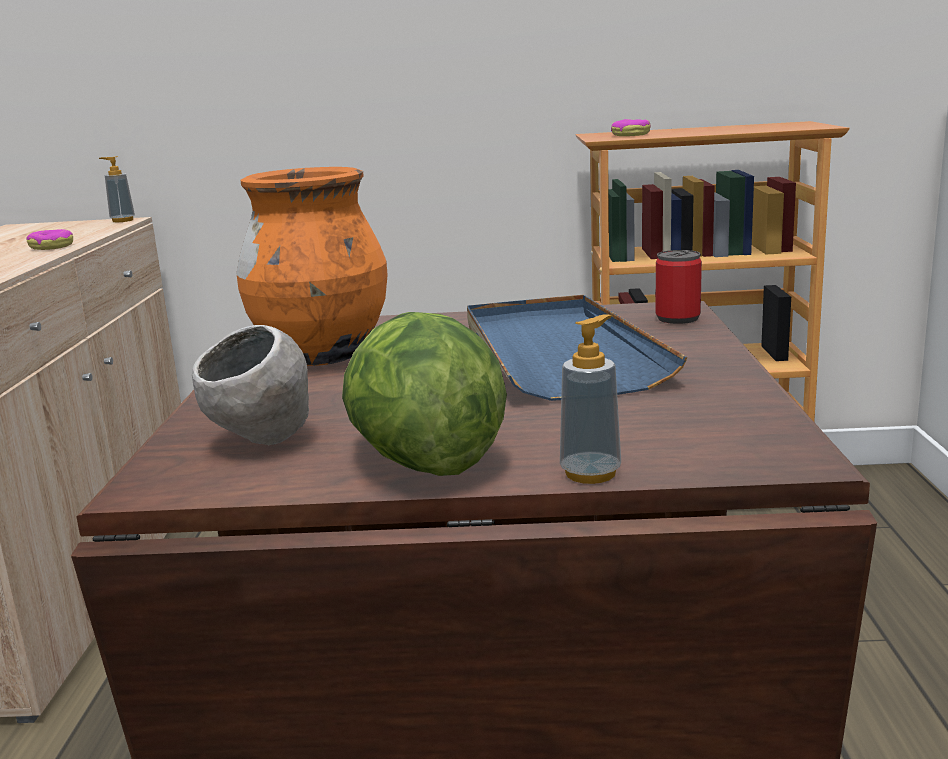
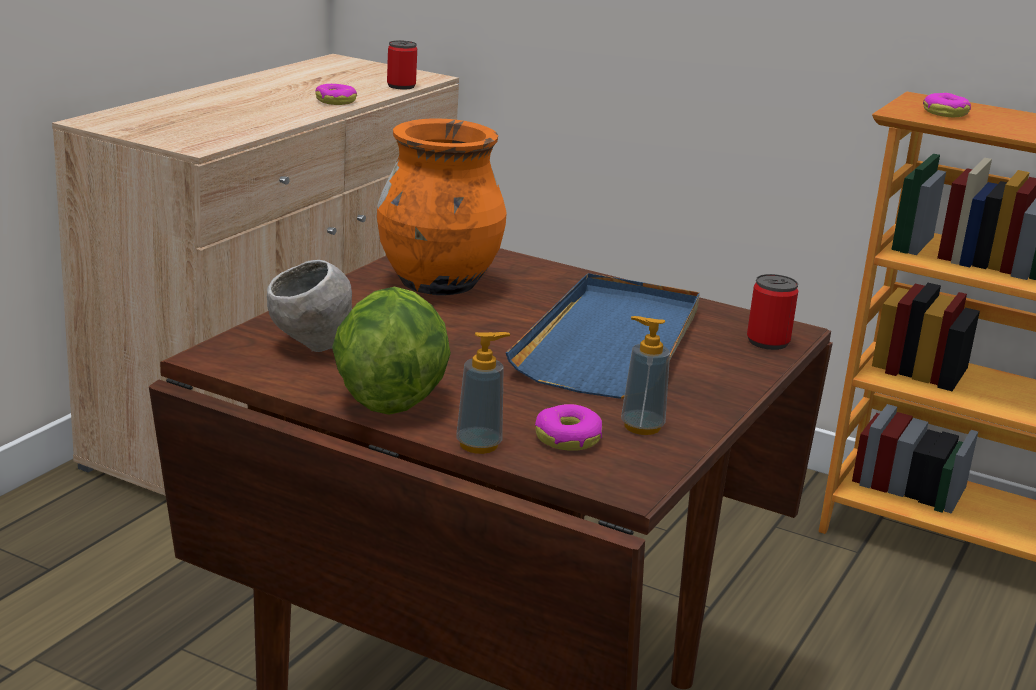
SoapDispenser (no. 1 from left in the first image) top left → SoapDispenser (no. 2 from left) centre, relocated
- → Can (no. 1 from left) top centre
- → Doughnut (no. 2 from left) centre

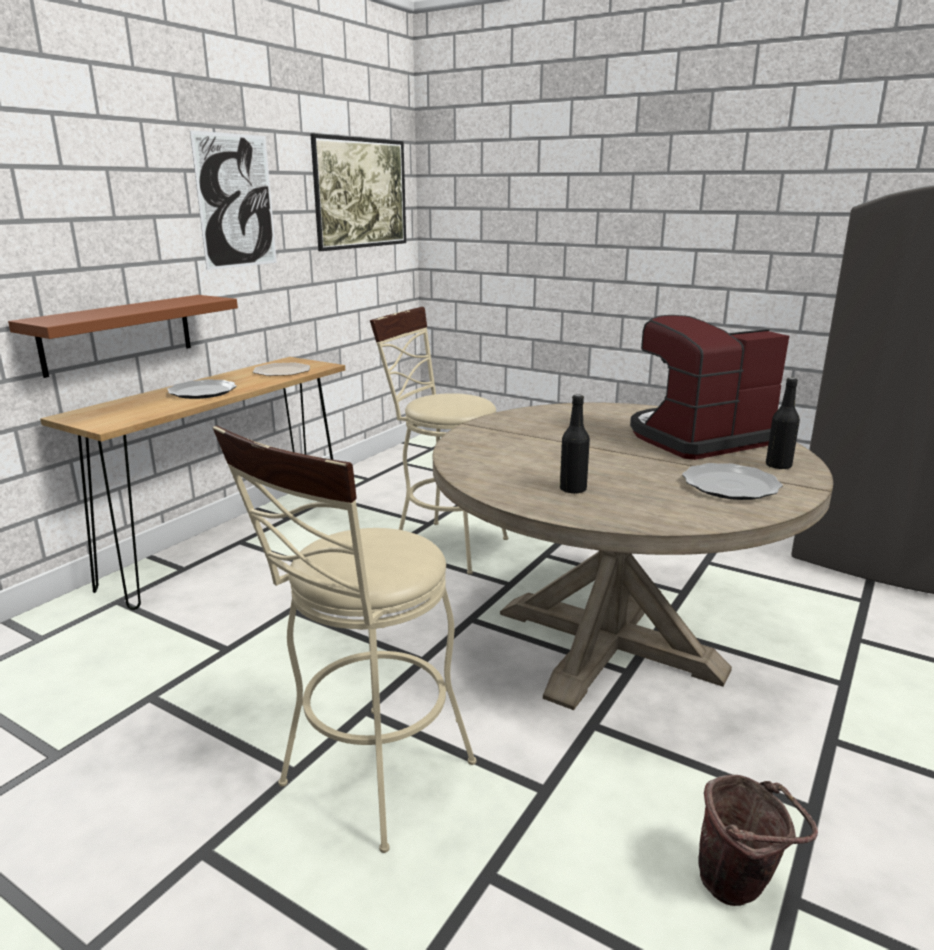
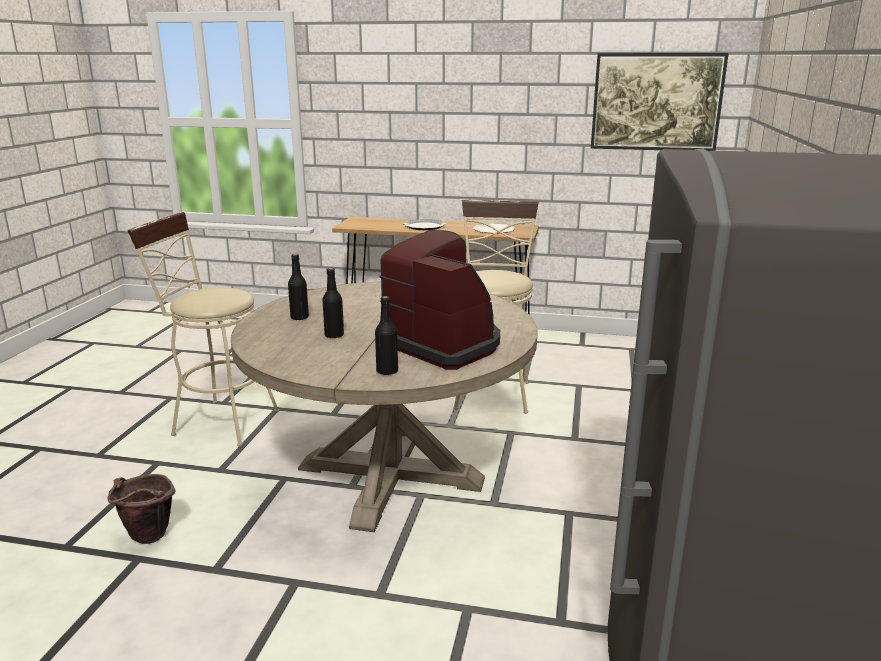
Picture (no. 1 from left) top left → -
BrownColouredShelf middle left → -
FlatDish (no. 3 from left) middle right → -
- → BlackColouredBeverageBottle (no. 2 from left) centre

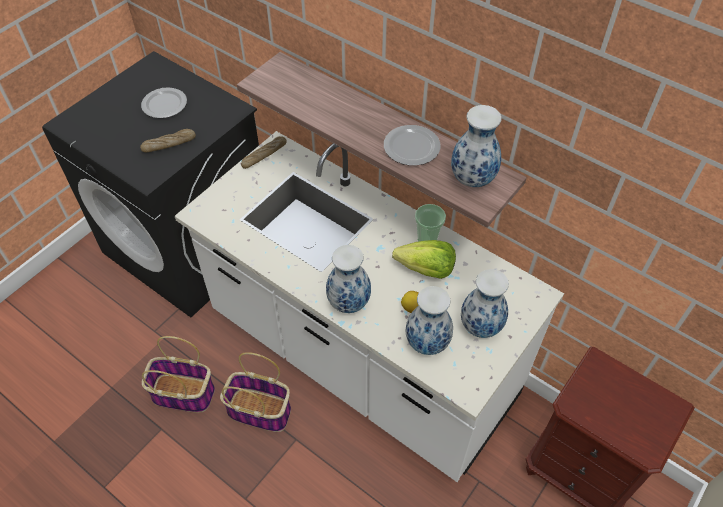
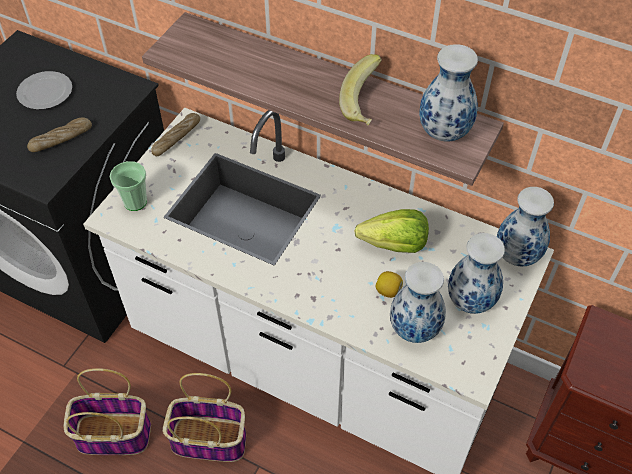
FlatDish (no. 2 from left) top centre → BananaFruit top centre
Cup centre → Cup middle left, relocated
FlowerVase (no. 1 from left in the first image) centre → FlowerVase (no. 4 from left) middle right, relocated

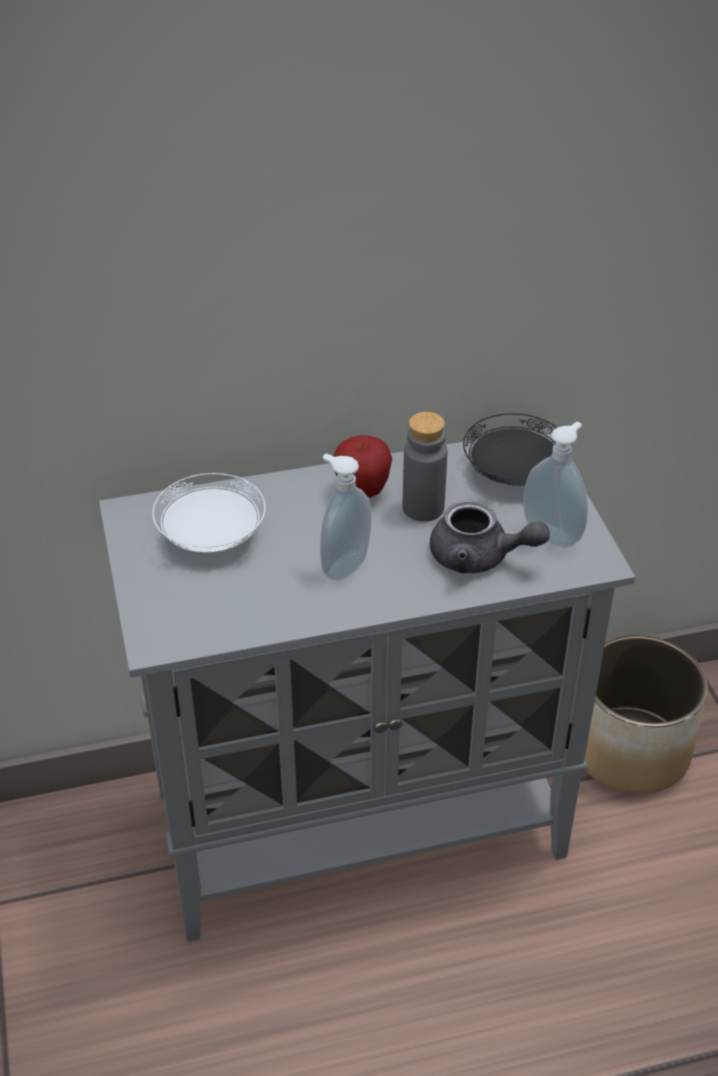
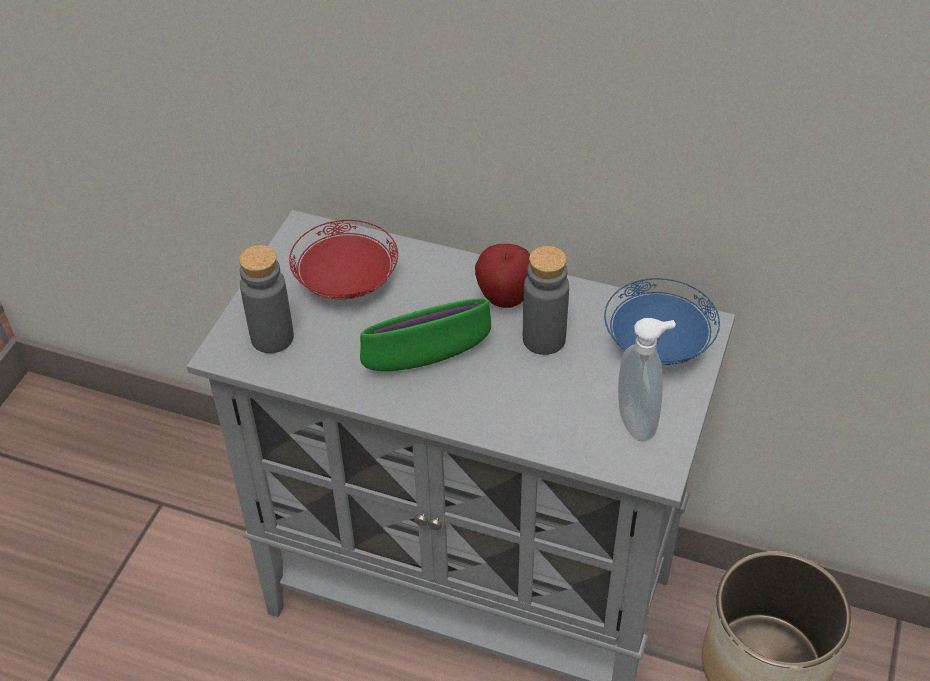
BlackColouredFlatDish middle right → BluishFlatDish middle right
SoapDispenser (no. 1 from left) centre → GreenColouredServingBowl centre
WhitishFlatDish middle left → RedFlatDish centre
GreyTeapot middle right → -
- → GreyBeverageBottle (no. 1 from left) middle left

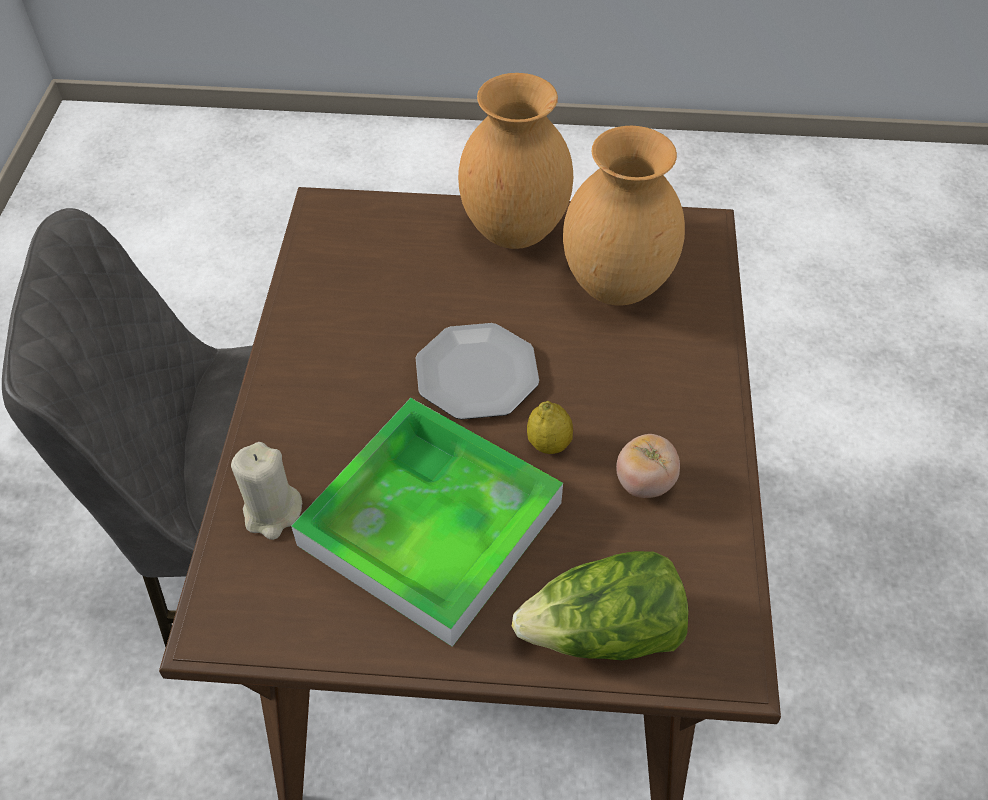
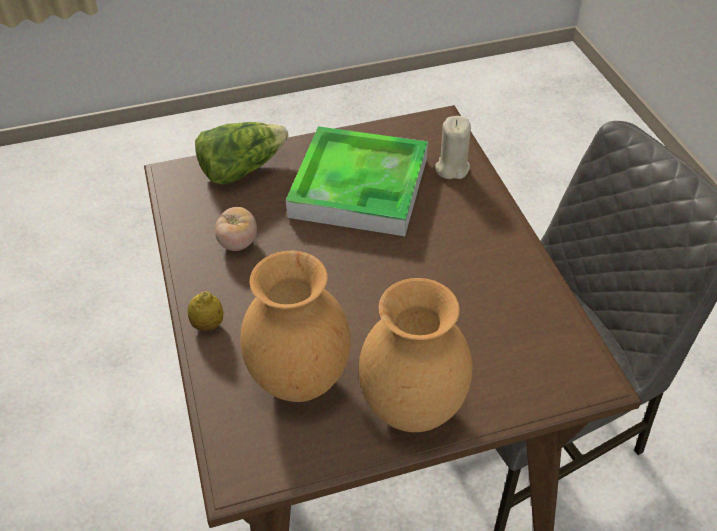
FlatDish centre → -
Lemon centre → Lemon middle left, relocated

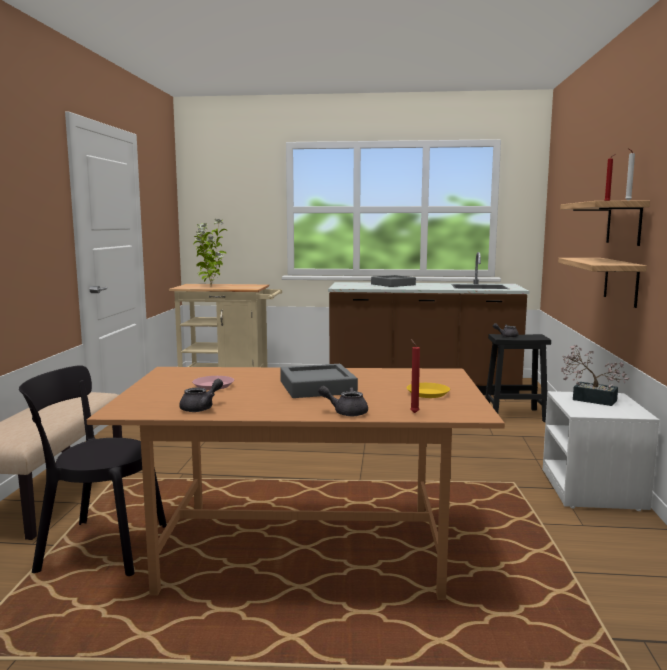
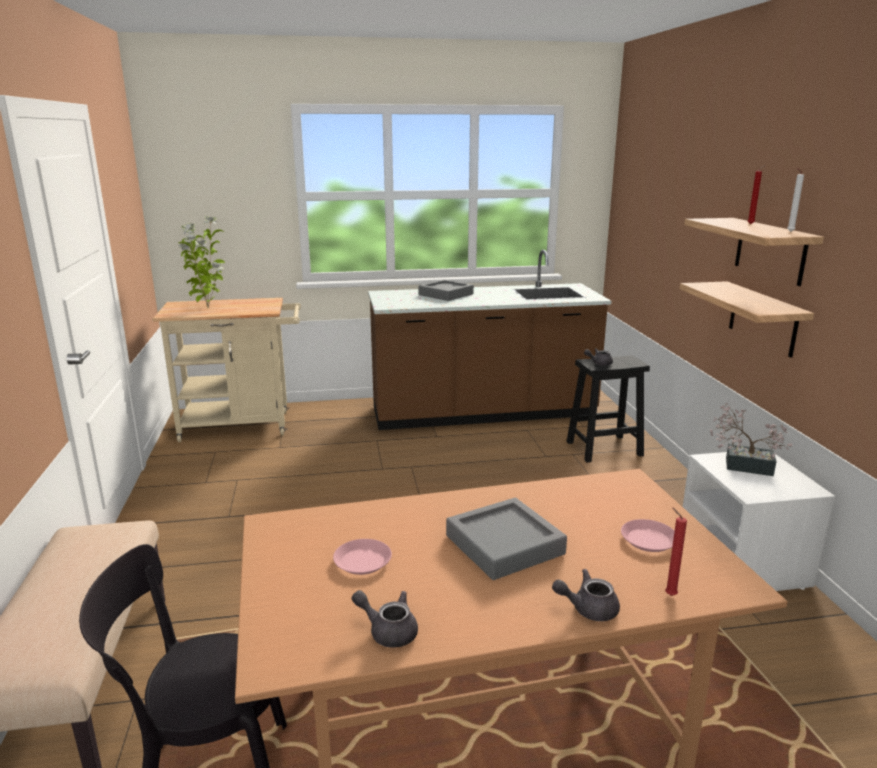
GreyTeapot (no. 1 from left) middle left → GreyTeapot (no. 1 from left) bottom centre, 90 degrees counterclockwise
YellowColouredFlatDish centre → PinkColouredFlatDish (no. 2 from left) bottom right

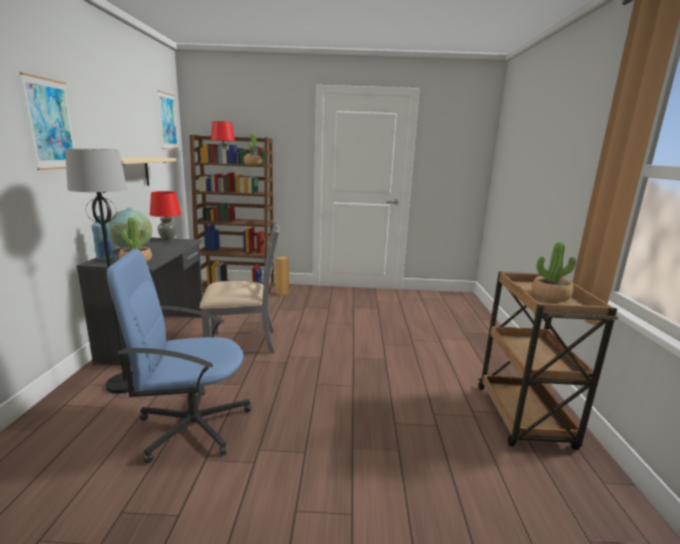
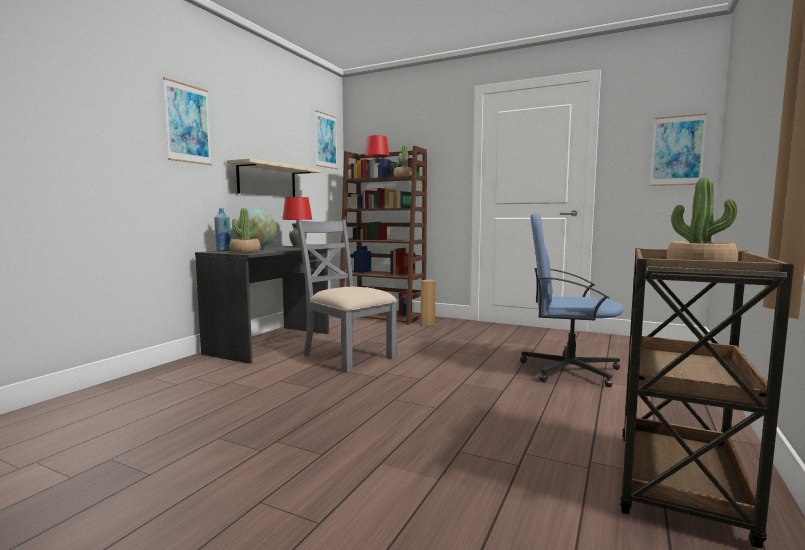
BlackColouredFloorLamp middle left → -
GreyChair centre, 150 degrees counterclockwise
BluishComputerChair middle left → BluishComputerChair middle right, relocated
- → Picture (no. 3 from left) top right

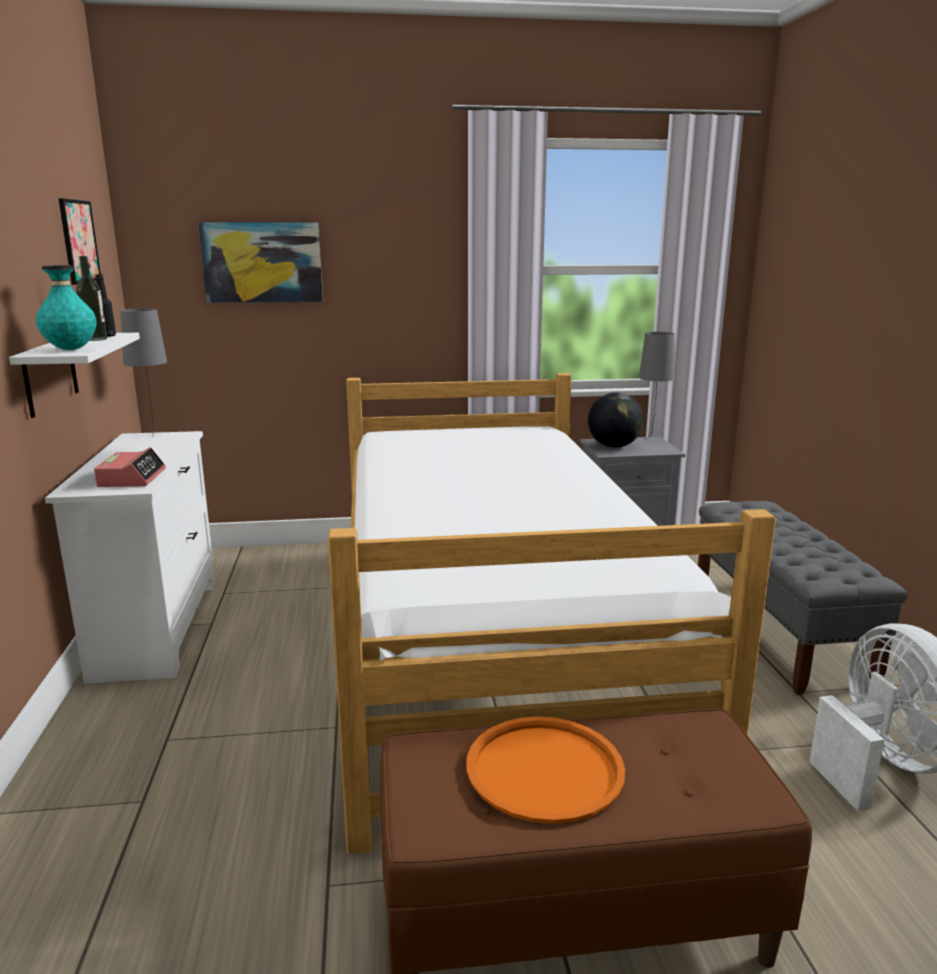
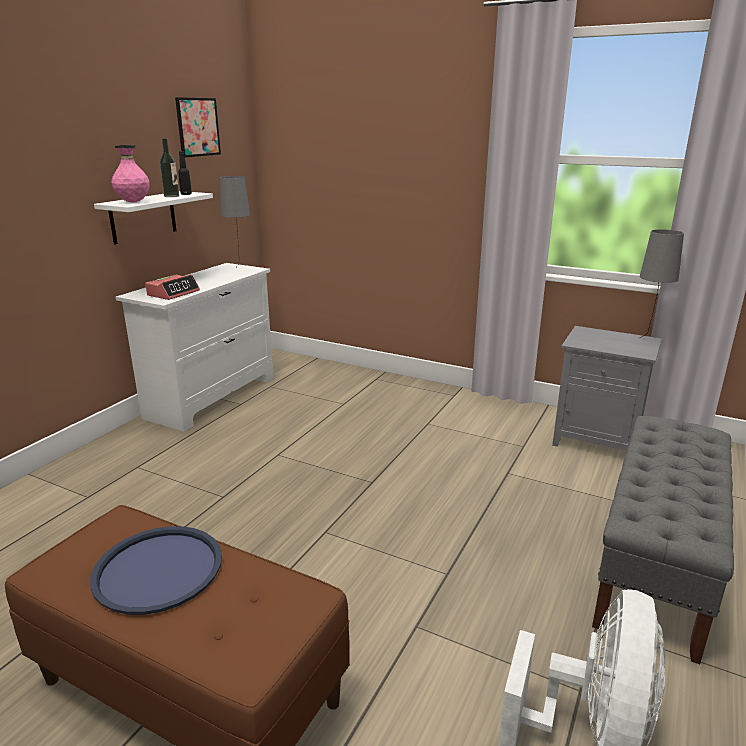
Picture (no. 2 from left) top left → -
TurquoiseColouredFlowerVase top left → PinkColouredFlowerVase top left
Bed centre → -
Globe centre → -
OrangeColouredCarryingTray bottom centre → BluishCarryingTray bottom left

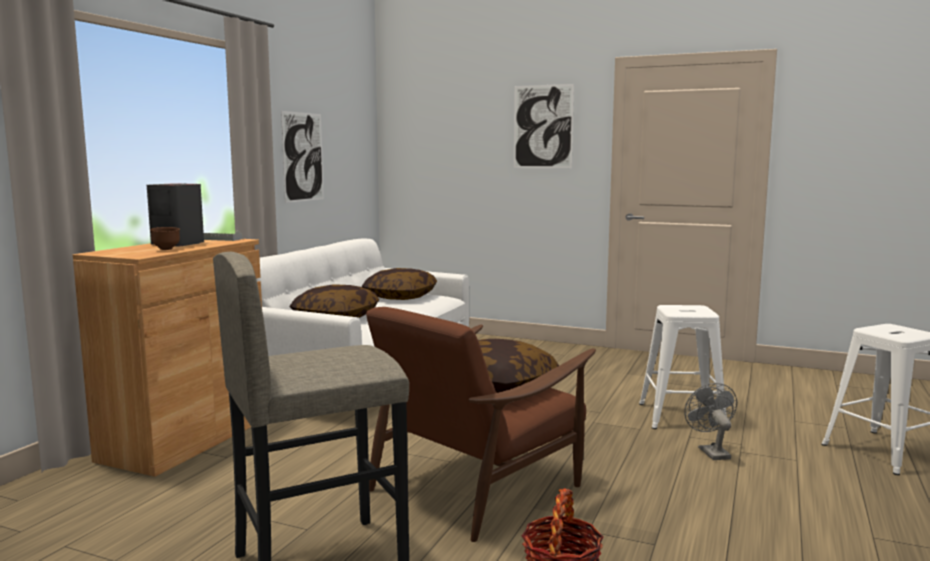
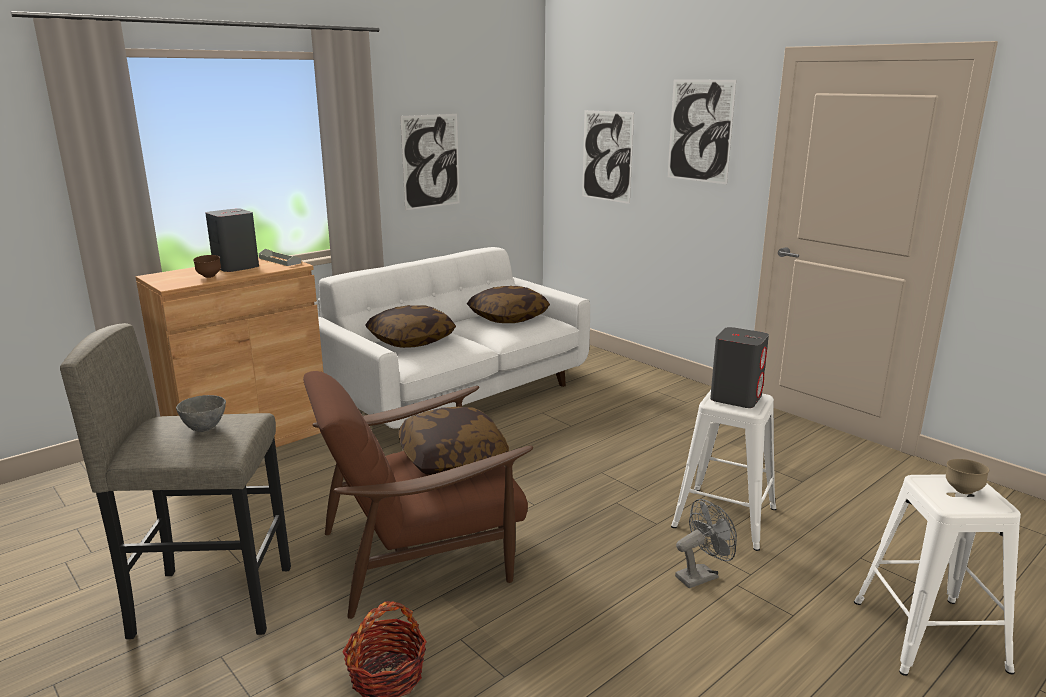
GreyFan bottom right, 45 degrees clockwise
- → Picture (no. 2 from left) top centre
- → GreyAudioSpeaker (no. 2 from left) middle right
- → GreyServingBowl middle left
- → BrownColouredServingBowl (no. 2 from left) bottom right

